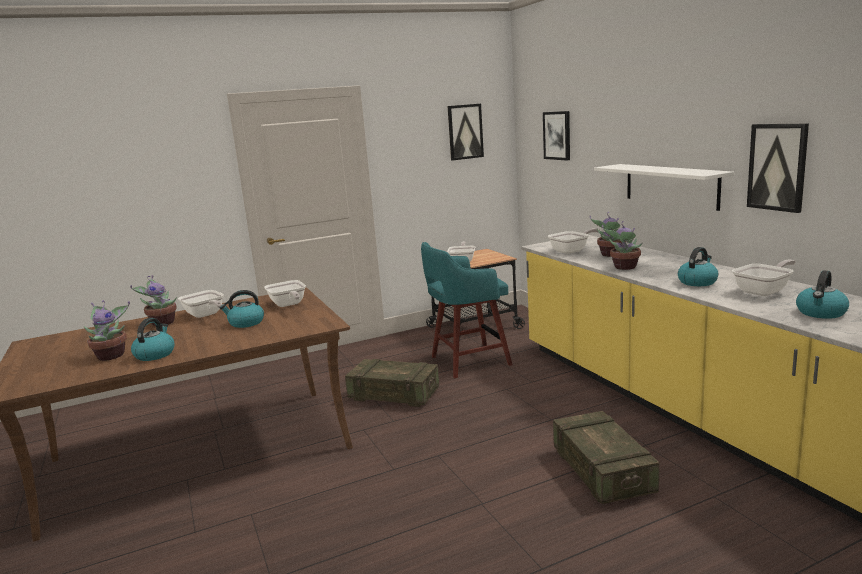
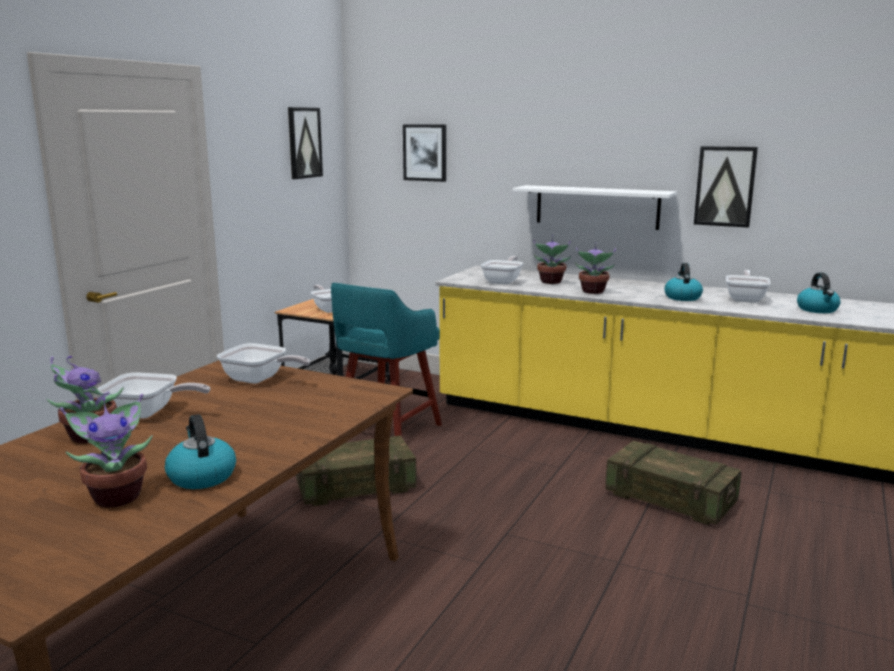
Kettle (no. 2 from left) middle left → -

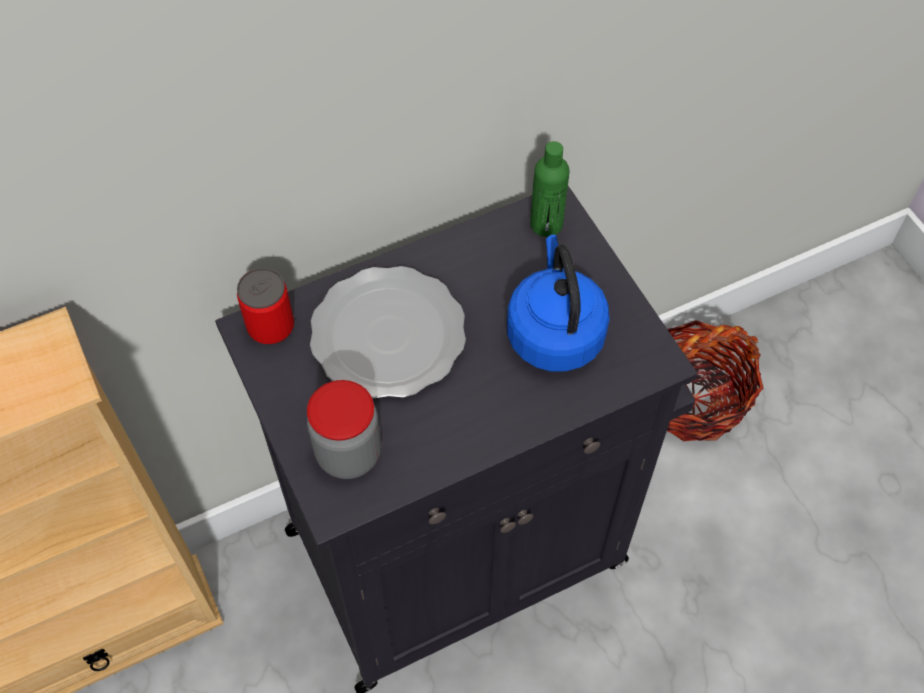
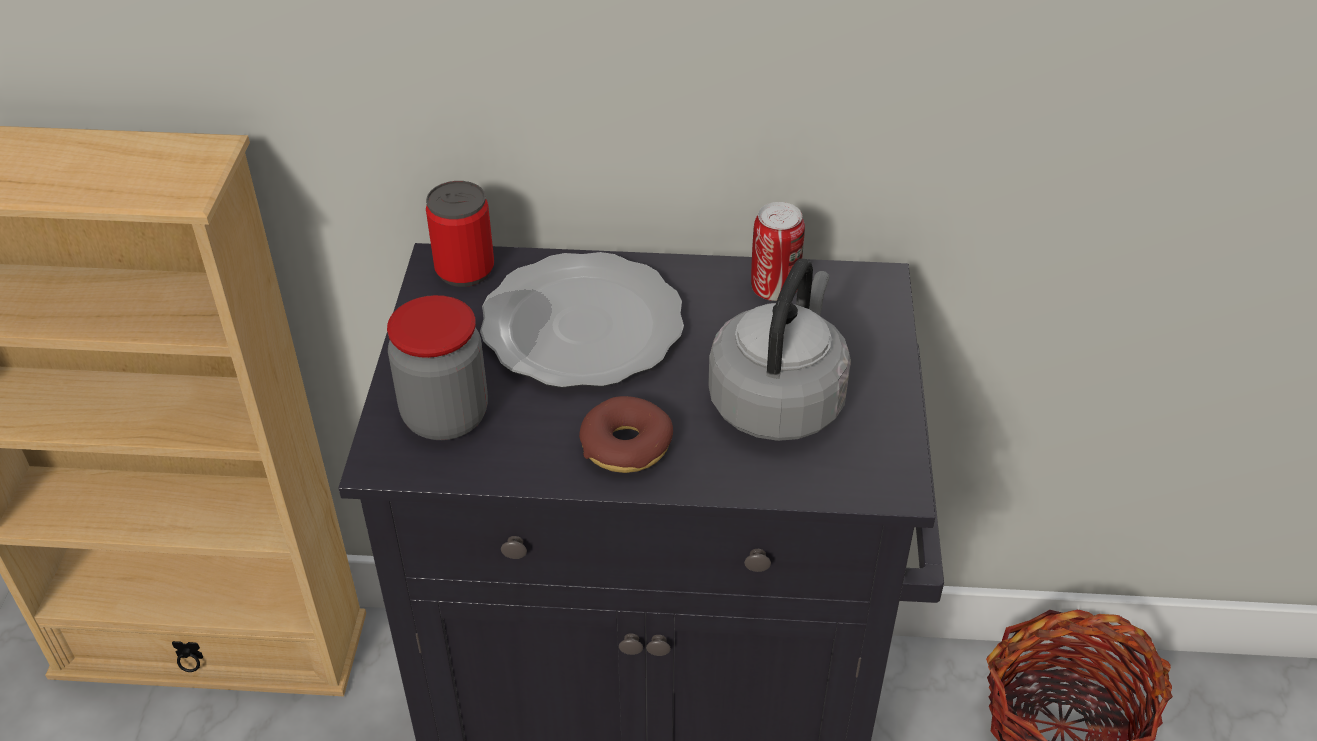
GreenColouredBeverageBottle top centre → -
BluishKettle centre → GreyKettle centre
- → Can (no. 2 from left) centre
- → Doughnut centre

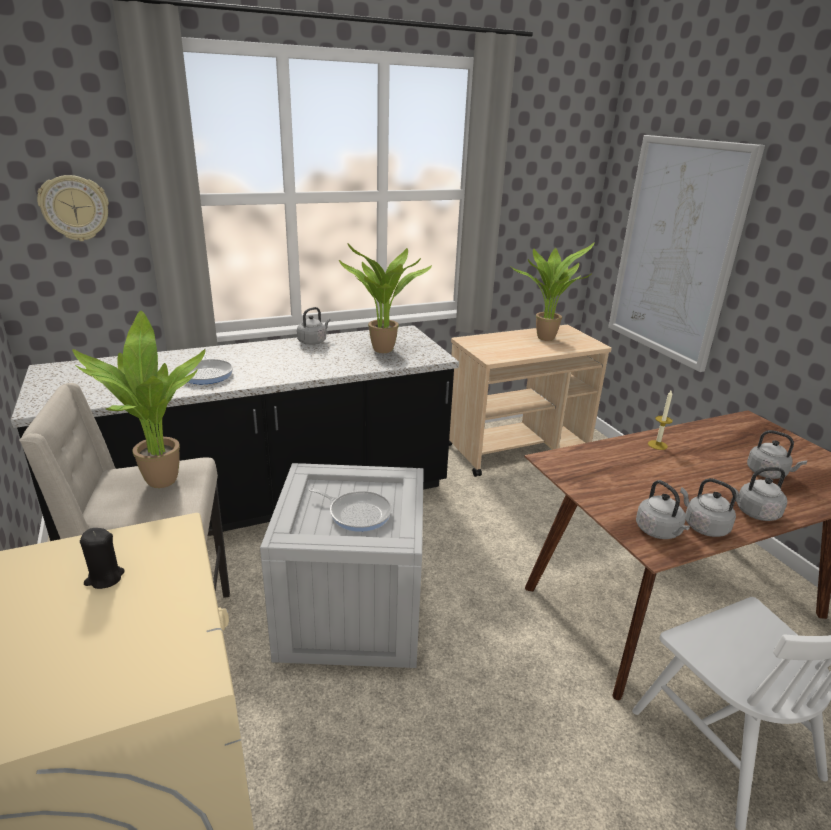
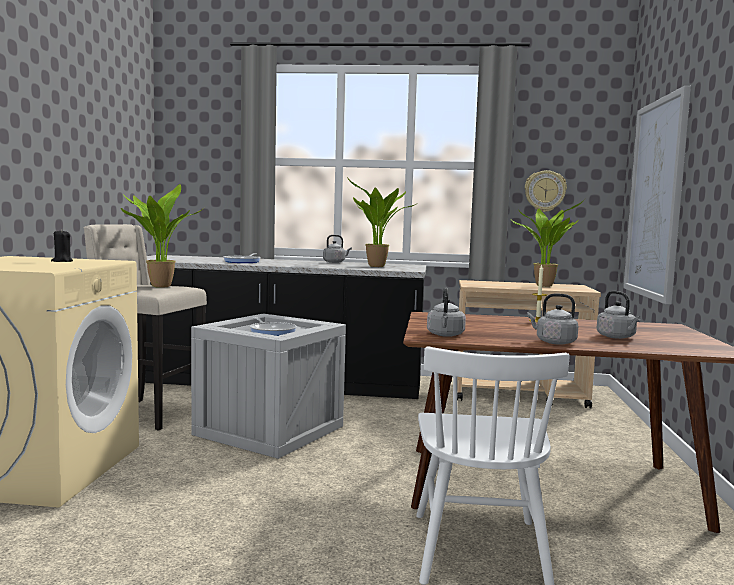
HangingClock top left → HangingClock top right, relocated
GreyKettle (no. 3 from left) middle right → -

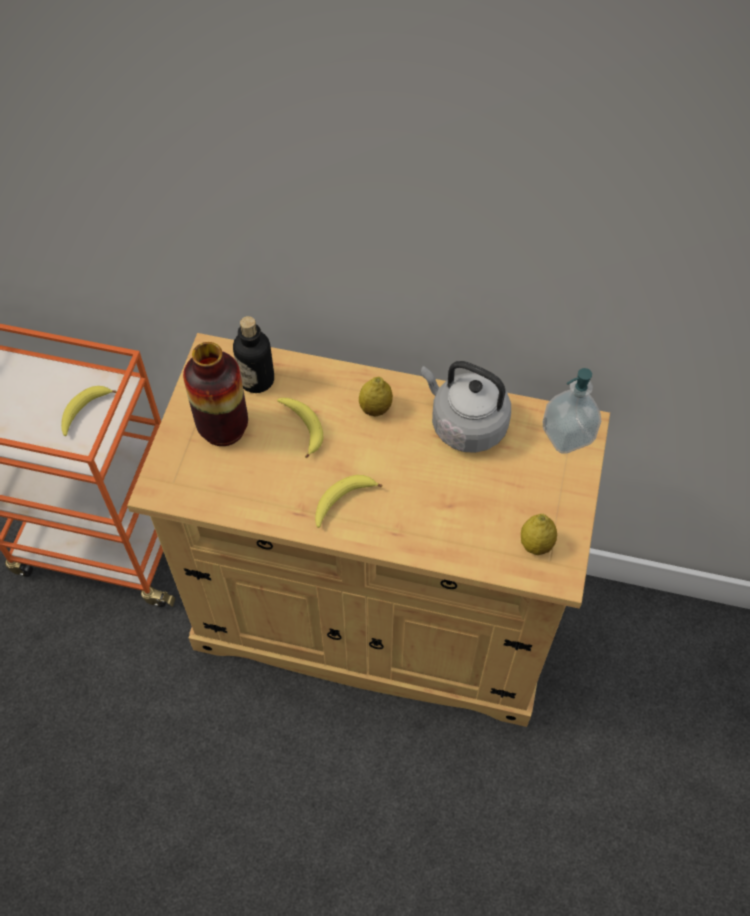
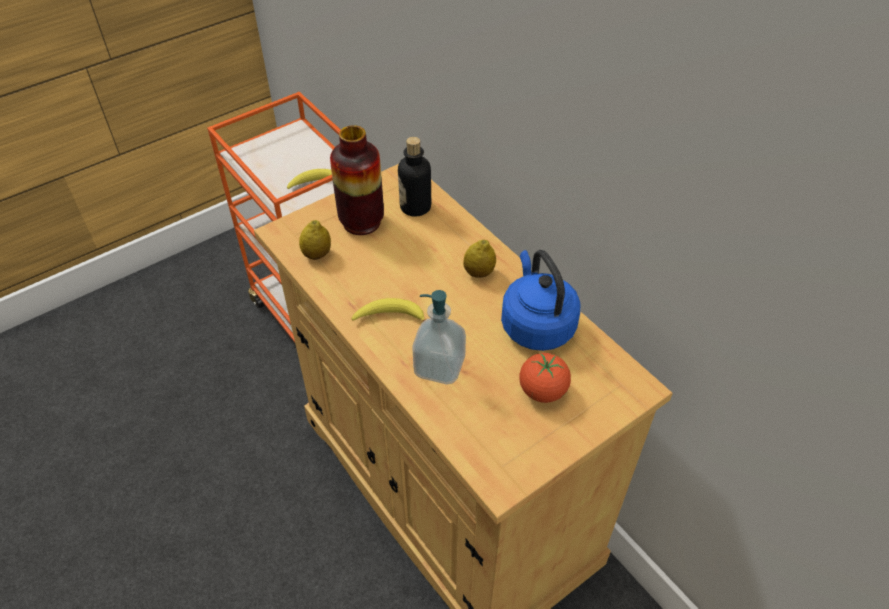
GreyKettle centre → BluishKettle centre
SoapDispenser middle right → SoapDispenser centre, relocated
BananaFruit (no. 2 from left) centre → -
Lemon (no. 2 from left in the first image) middle right → Lemon (no. 1 from left) centre, relocated
- → WholeTomato centre

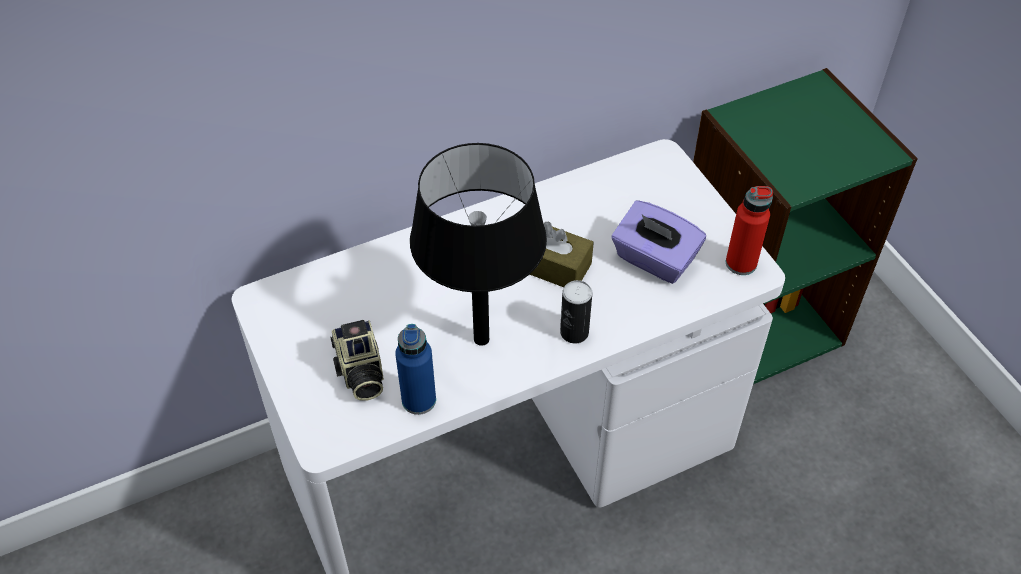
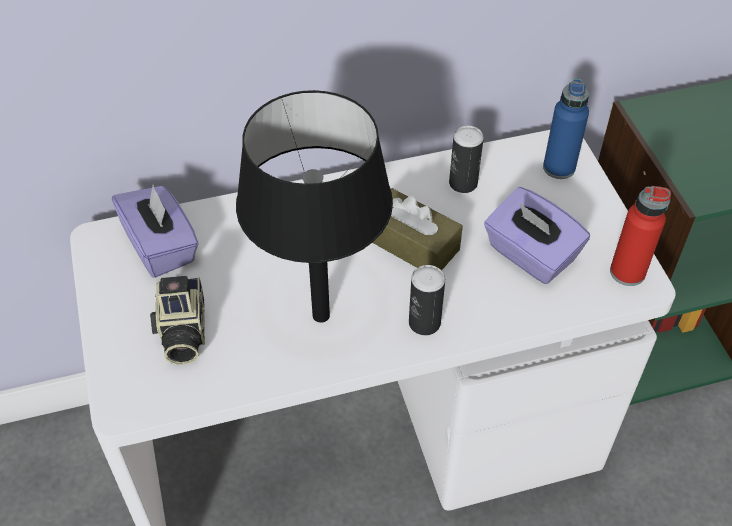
BluishBeverageBottle centre → BluishBeverageBottle top right, relocated
- → Can (no. 2 from left) top centre
- → PurplishTissueBox (no. 1 from left) middle left

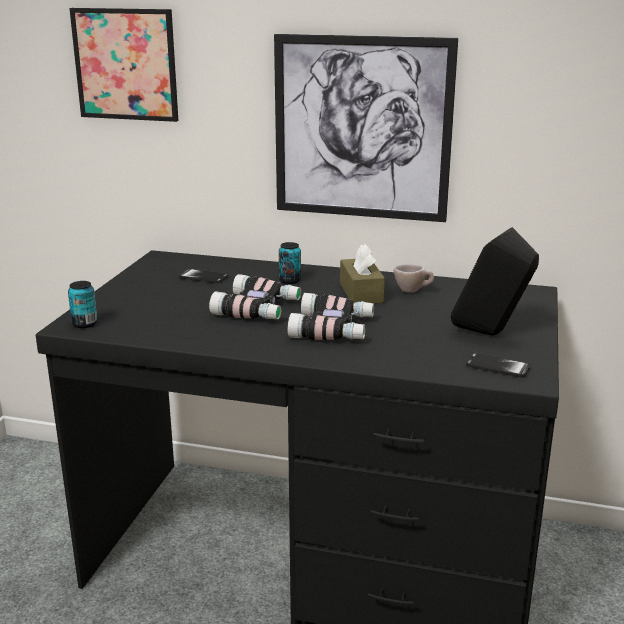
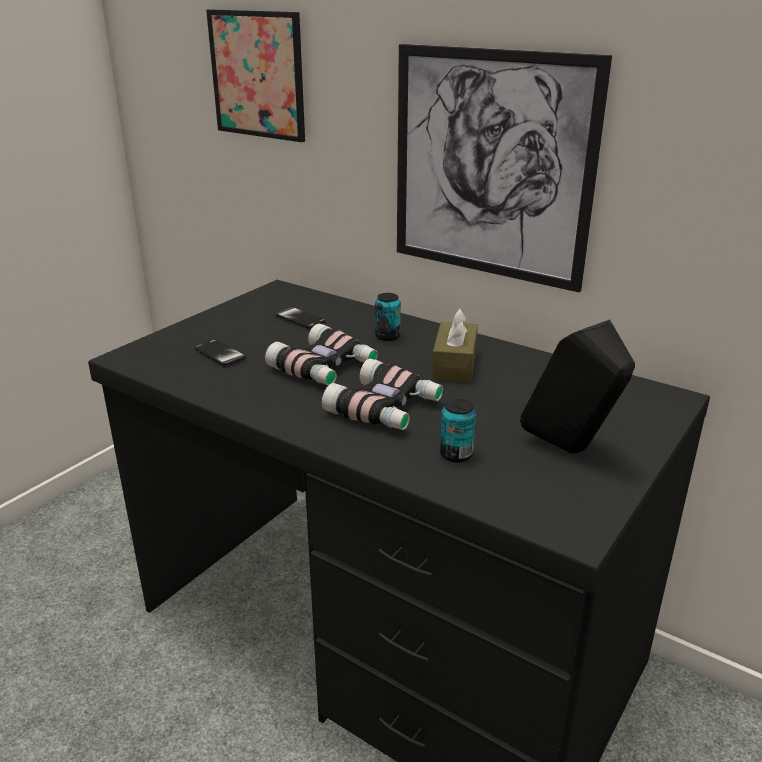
BeigeCup centre → -
Can (no. 1 from left in the first image) middle left → Can (no. 2 from left) centre, relocated
Phone (no. 2 from left in the first image) middle right → Phone (no. 1 from left) middle left, relocated

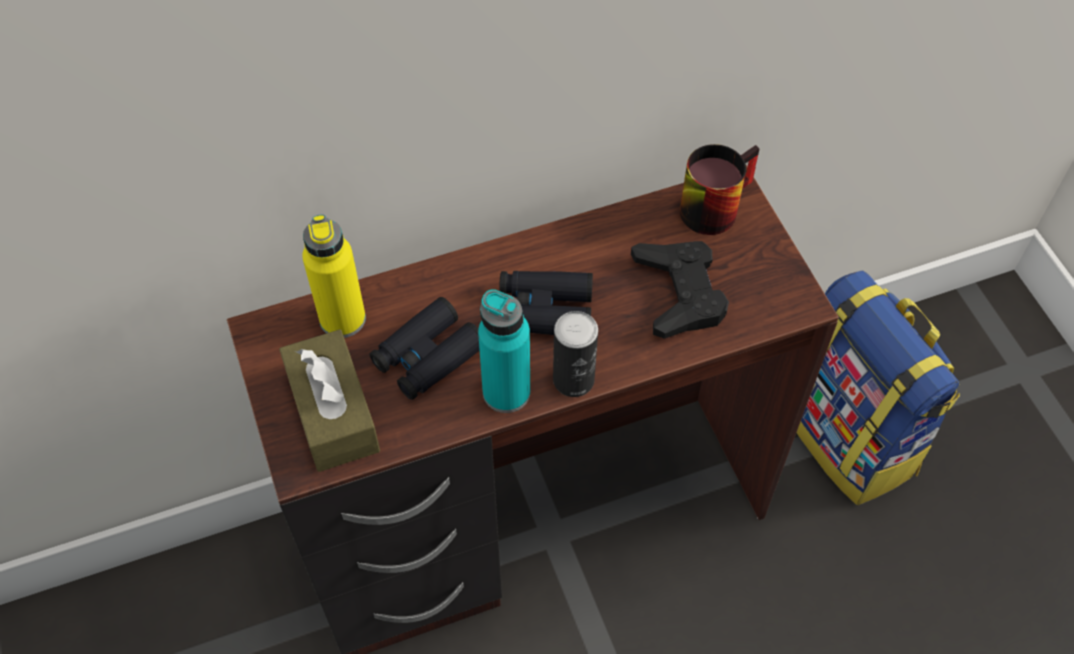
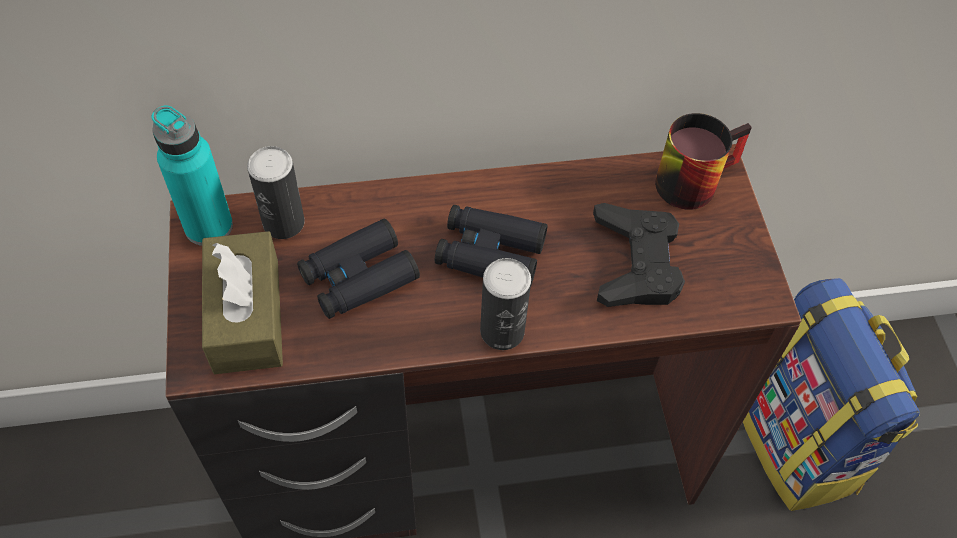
YellowColouredBeverageBottle middle left → Can (no. 1 from left) middle left
TurquoiseColouredBeverageBottle centre → TurquoiseColouredBeverageBottle top left, relocated

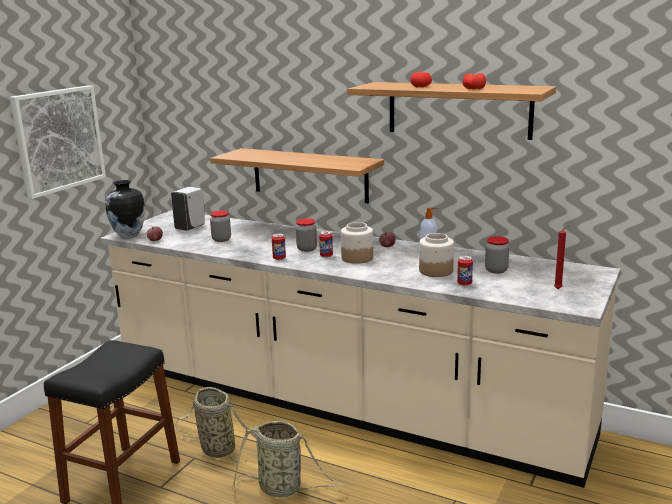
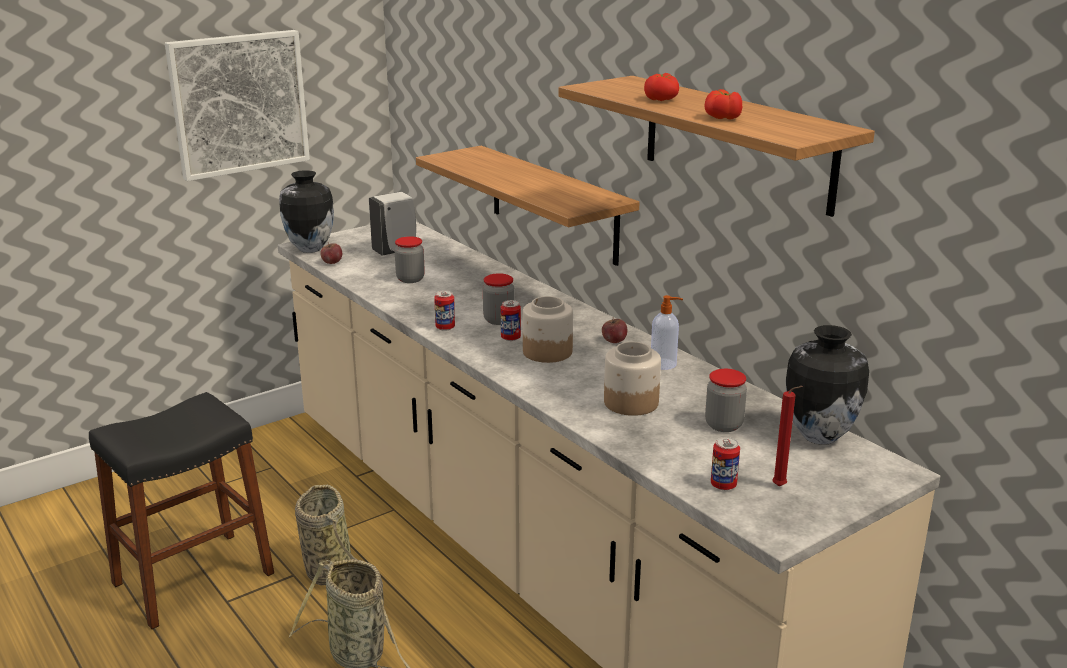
Can (no. 3 from left) middle right → Can (no. 3 from left) bottom right, relocated
- → FlowerVase (no. 2 from left) middle right

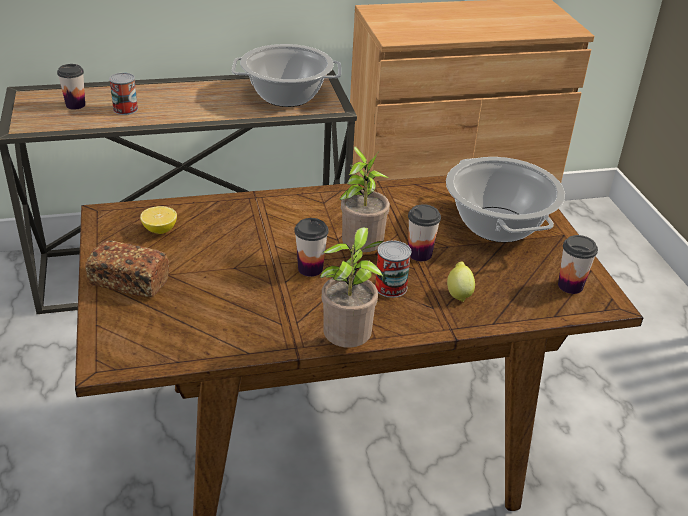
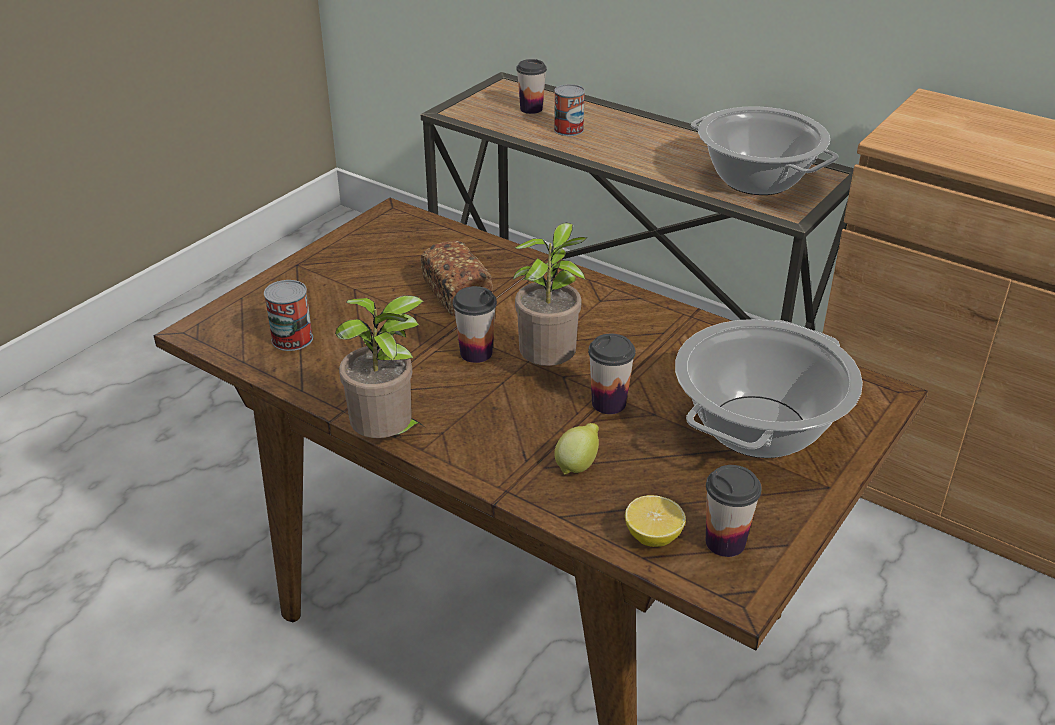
Lemon (no. 1 from left in the first image) middle left → Lemon (no. 2 from left) bottom centre, relocated
BakedBread middle left → BakedBread centre, relocated
Can (no. 2 from left in the first image) centre → Can (no. 1 from left) middle left, relocated

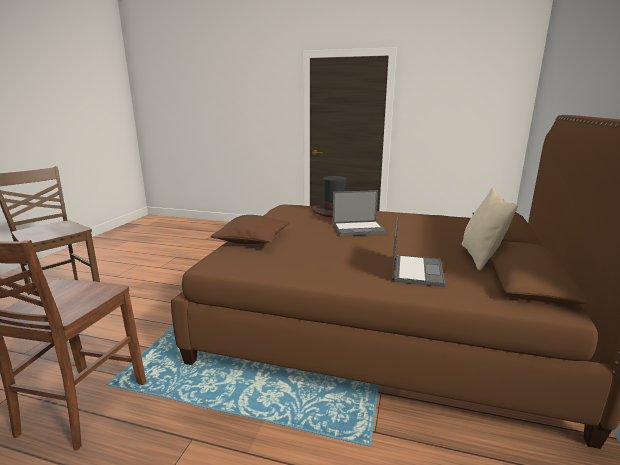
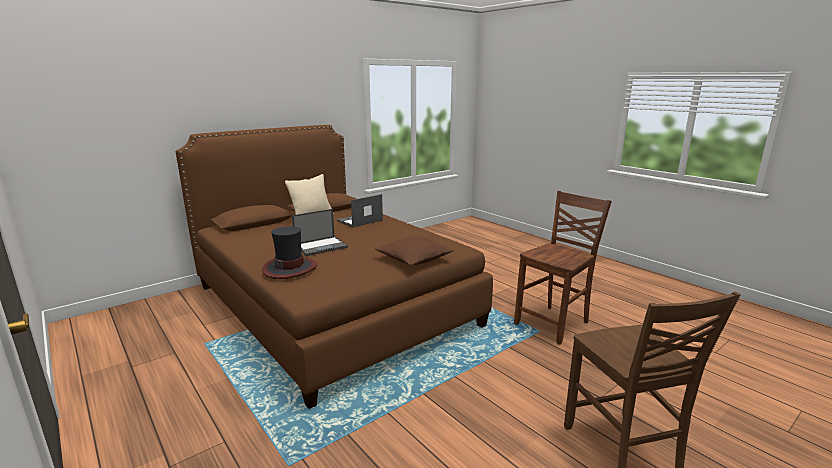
Laptop (no. 1 from left) centre, 120 degrees clockwise

